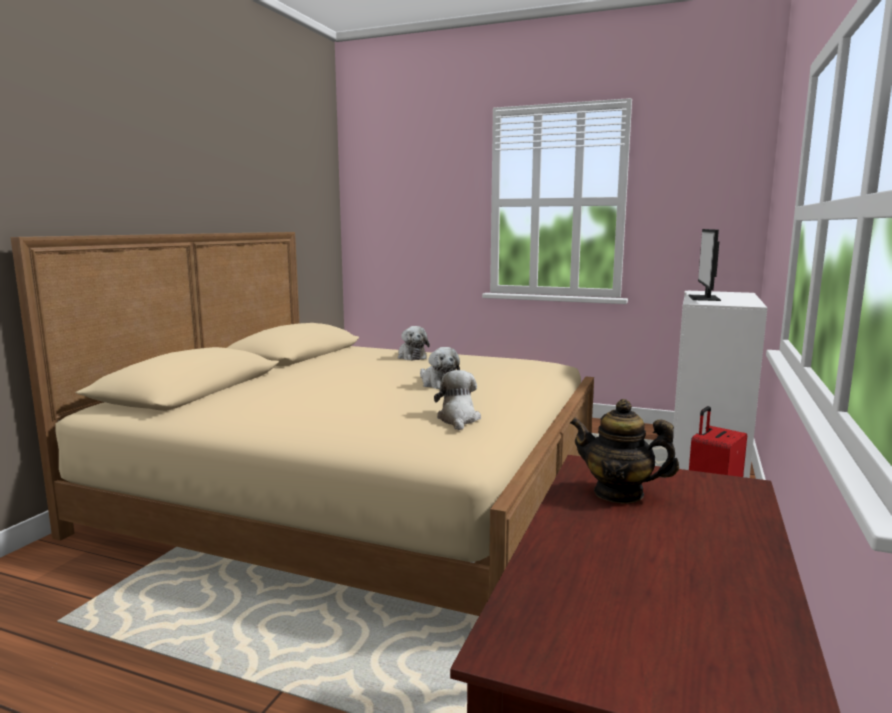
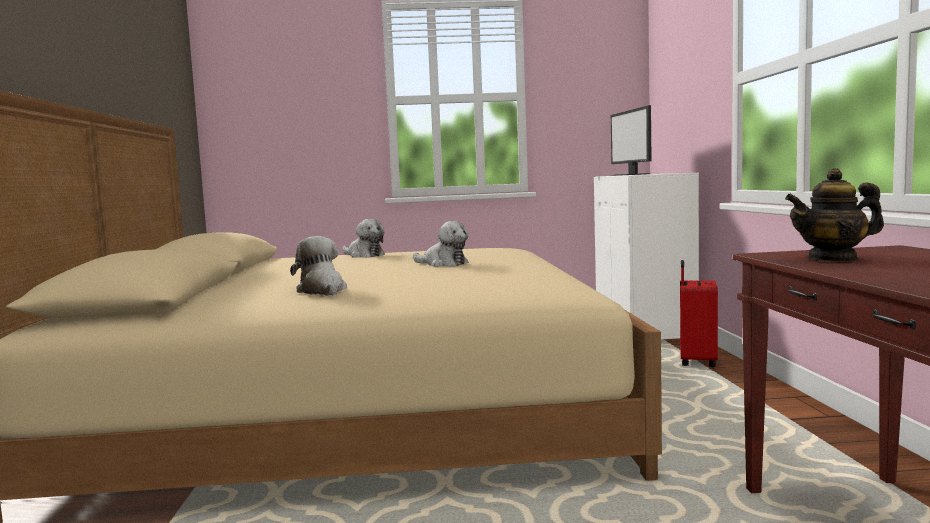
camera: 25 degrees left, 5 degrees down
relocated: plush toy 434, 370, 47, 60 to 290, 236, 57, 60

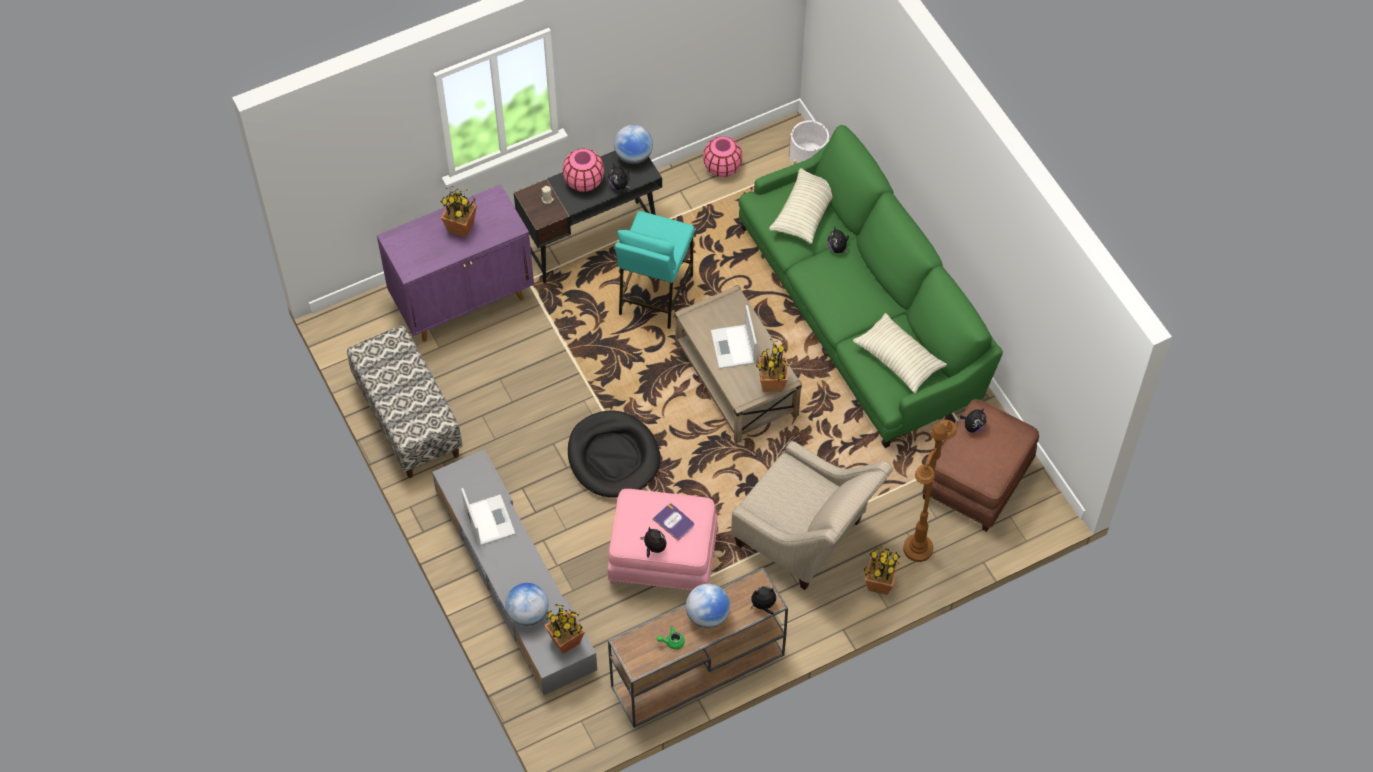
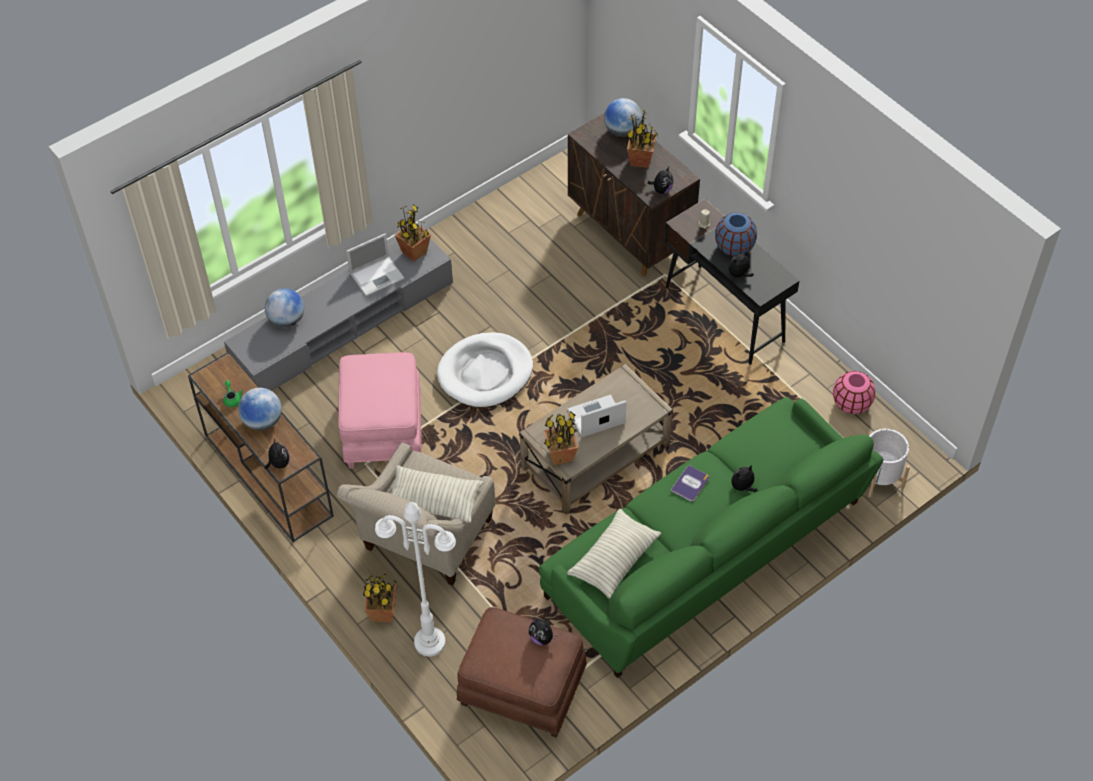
camera: 80 degrees right, 5 degrees down
missing: bench 347, 325, 116, 153; stool (turquoise) 615, 211, 80, 118
relocated: pillow 769, 168, 63, 76 to 391, 465, 92, 58; potted plant 544, 604, 41, 50 to 395, 204, 36, 57; globe 614, 125, 39, 39 to 604, 98, 38, 39; plush toy 640, 526, 27, 32 to 648, 167, 25, 27; book 653, 503, 41, 38 to 671, 465, 38, 37
colour: floor lamp (brown) 903, 420, 54, 142 to floor lamp (white) 375, 502, 81, 155; dog bed (black) 568, 410, 93, 88 to dog bed (white) 437, 332, 96, 76; cabinet (purple) 377, 184, 157, 158 to cabinet (brown) 568, 113, 132, 163; vase (pink) 563, 148, 41, 44 to vase (blue) 715, 213, 42, 43

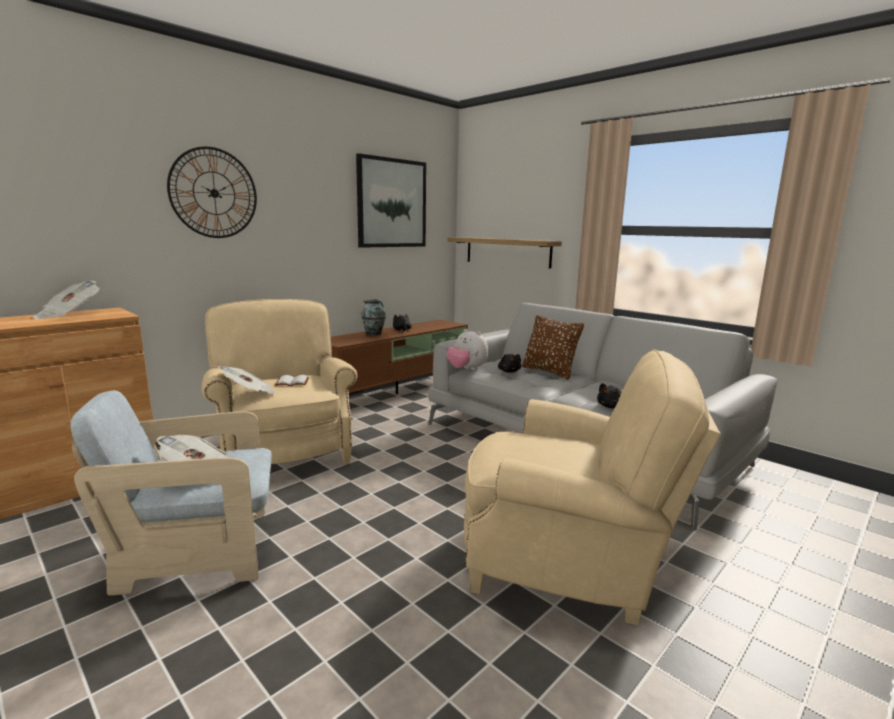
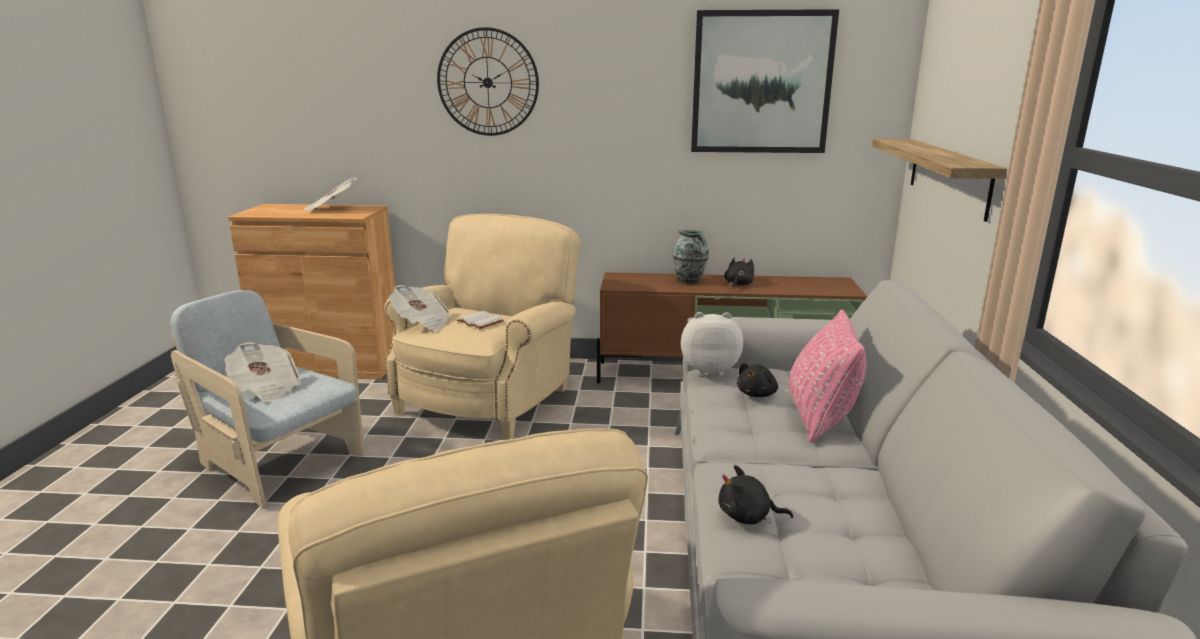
camera: 50 degrees right, 5 degrees up
colour: pillow (brown) 522, 315, 62, 65 to pillow (pink) 789, 310, 77, 133
spun: plush toy 447, 329, 41, 41 = 681, 312, 62, 64 90 degrees clockwise

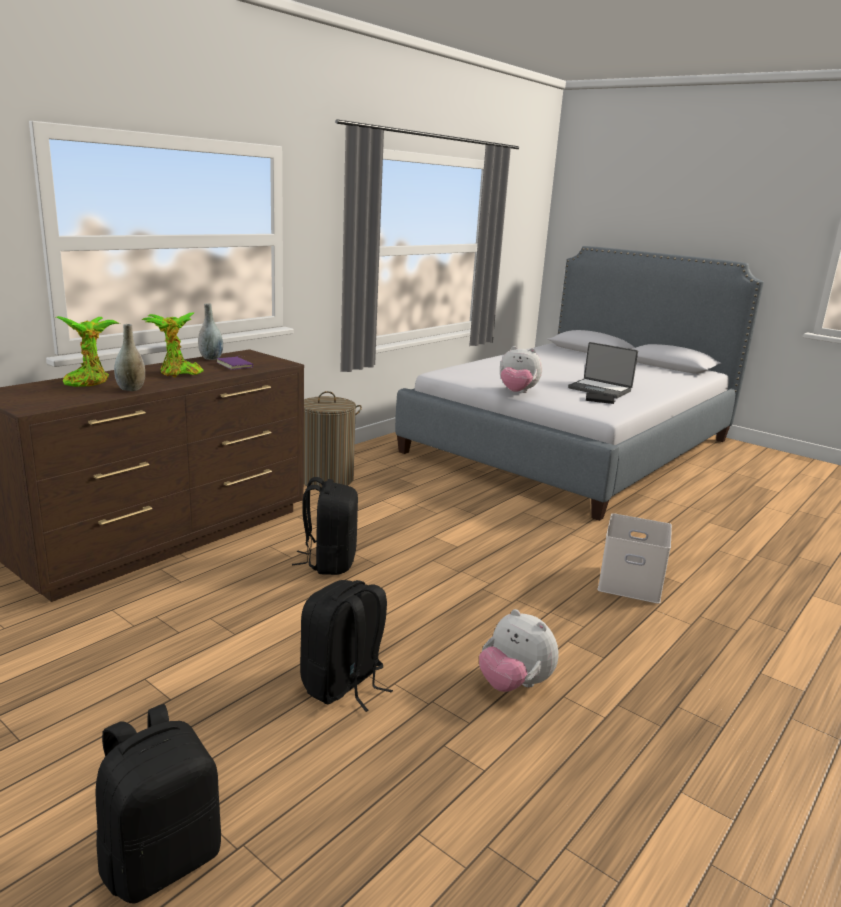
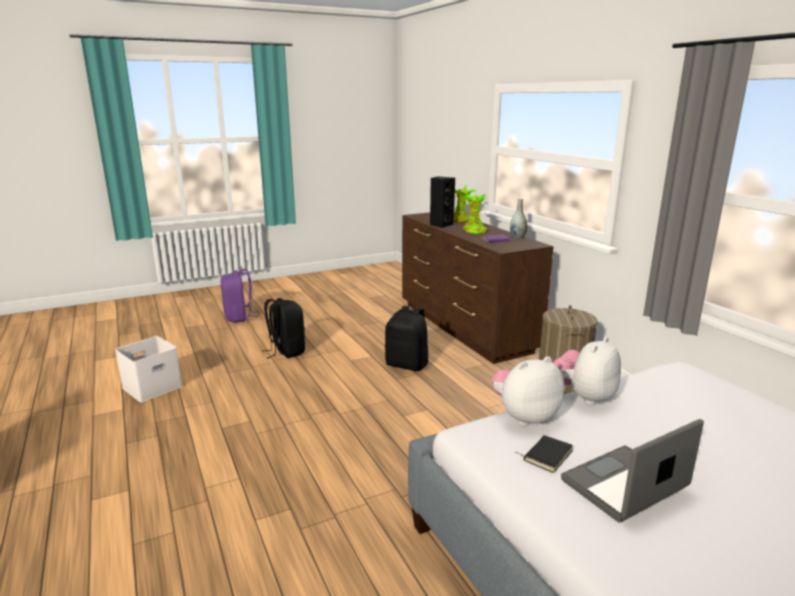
camera: 115 degrees right, 0 degrees up
relocated: storage box (white) 598, 513, 74, 91 to 115, 336, 67, 66; plush toy 479, 609, 80, 83 to 492, 356, 73, 70
exchanged: vase (grey) 114, 324, 31, 67 to speaker (black) 430, 176, 25, 52
colour: backpack (black) 96, 704, 125, 200 to backpack (purple) 221, 269, 39, 54

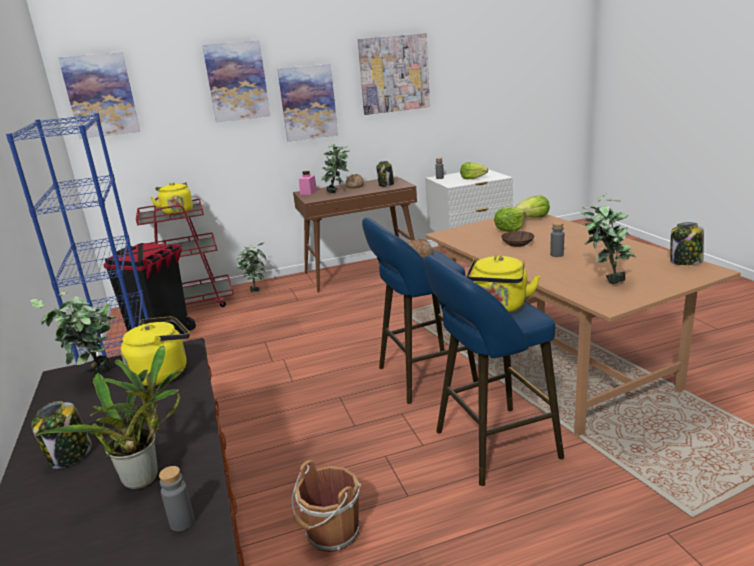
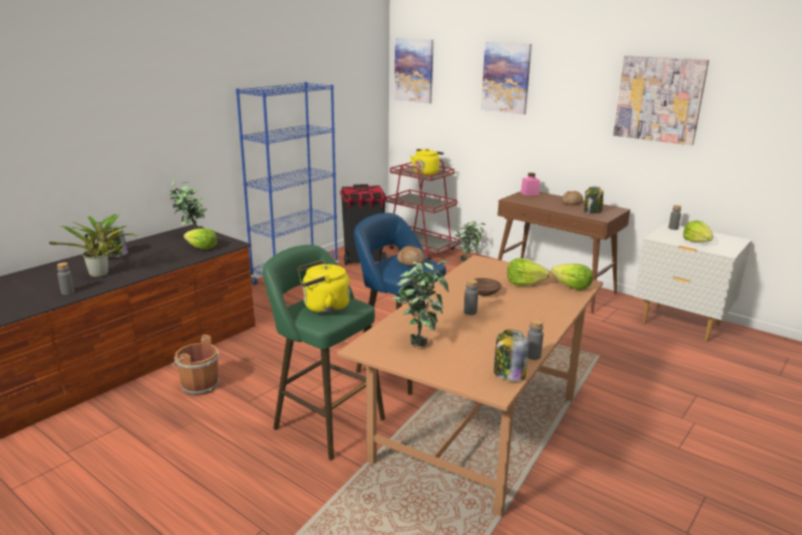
camera: 55 degrees right, 0 degrees up
missing: picture 278, 64, 60, 78; potted plant 321, 144, 29, 49
appeared: bottle (grey) 527, 319, 17, 41
exchanged: kettle (yellow) 121, 316, 69, 70 to lettuce 184, 228, 34, 22
colour: stool (blue) 424, 255, 140, 231 to stool (green) 263, 245, 122, 215

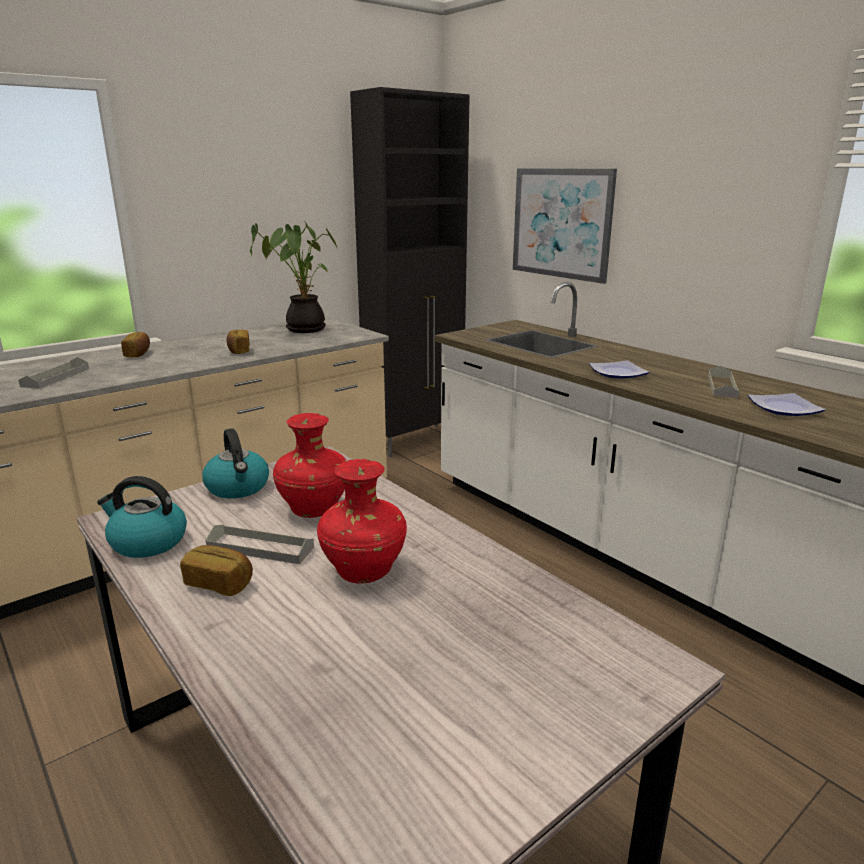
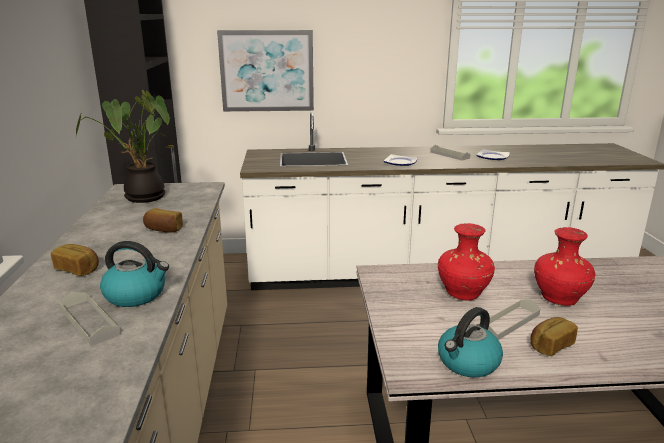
camera: 55 degrees left, 0 degrees up
relocated: kettle 202, 428, 67, 71 to 100, 241, 69, 66

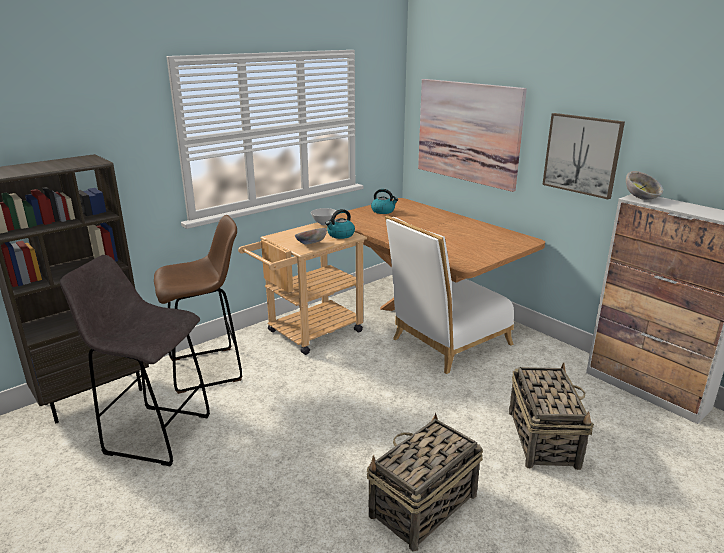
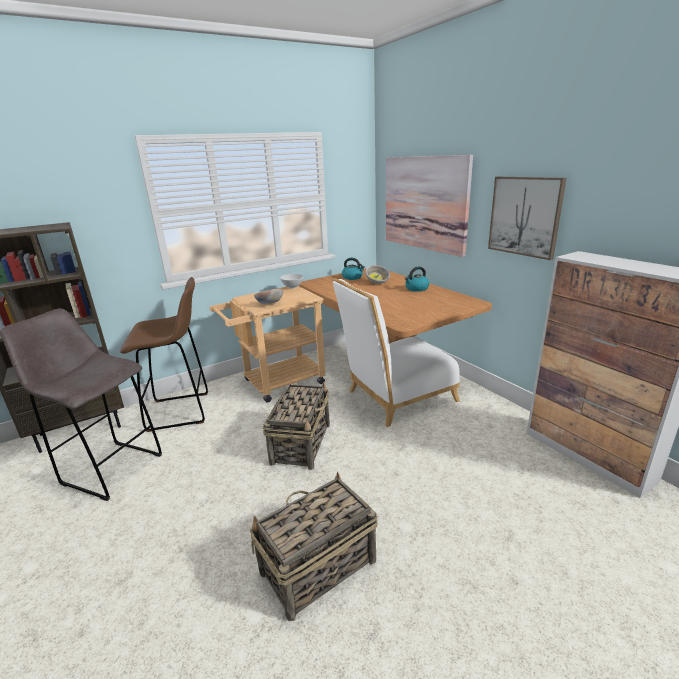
camera: 10 degrees right, 0 degrees up
relocated: basket 509, 363, 85, 107 to 263, 382, 67, 88; bowl 626, 171, 37, 29 to 365, 265, 25, 19; kettle 326, 209, 29, 30 to 405, 266, 24, 26

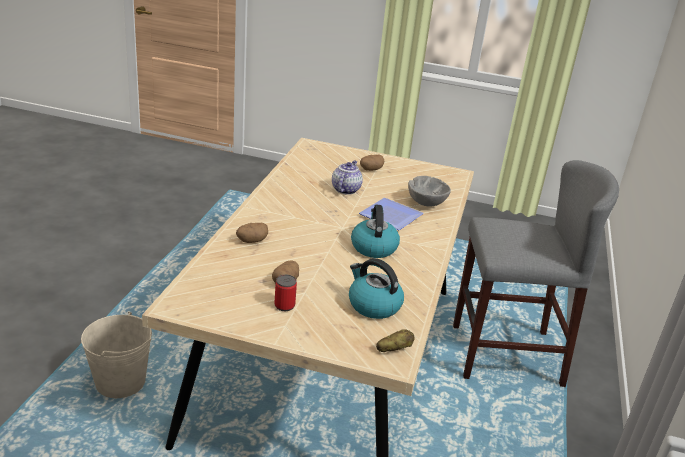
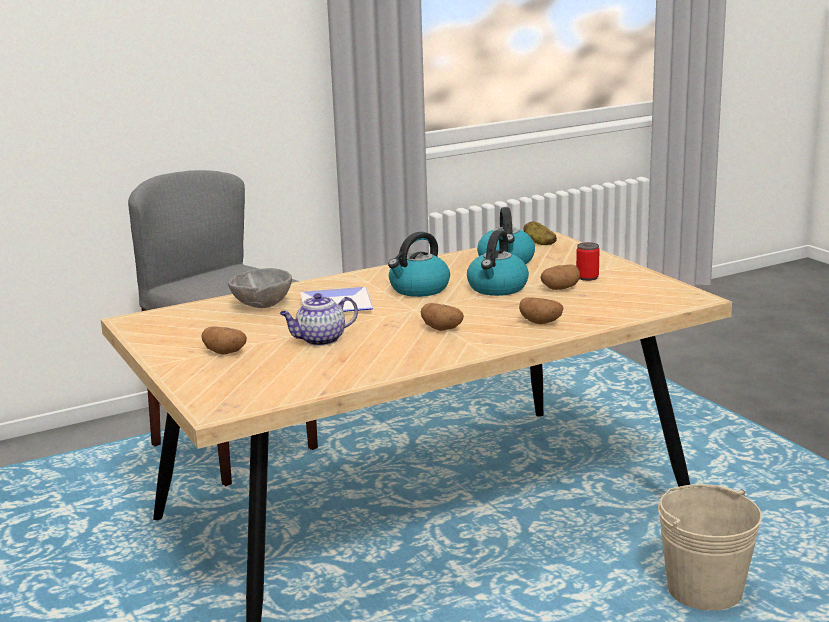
camera: 130 degrees left, 10 degrees down
appeared: potato 421, 303, 43, 28; kettle 467, 230, 62, 66

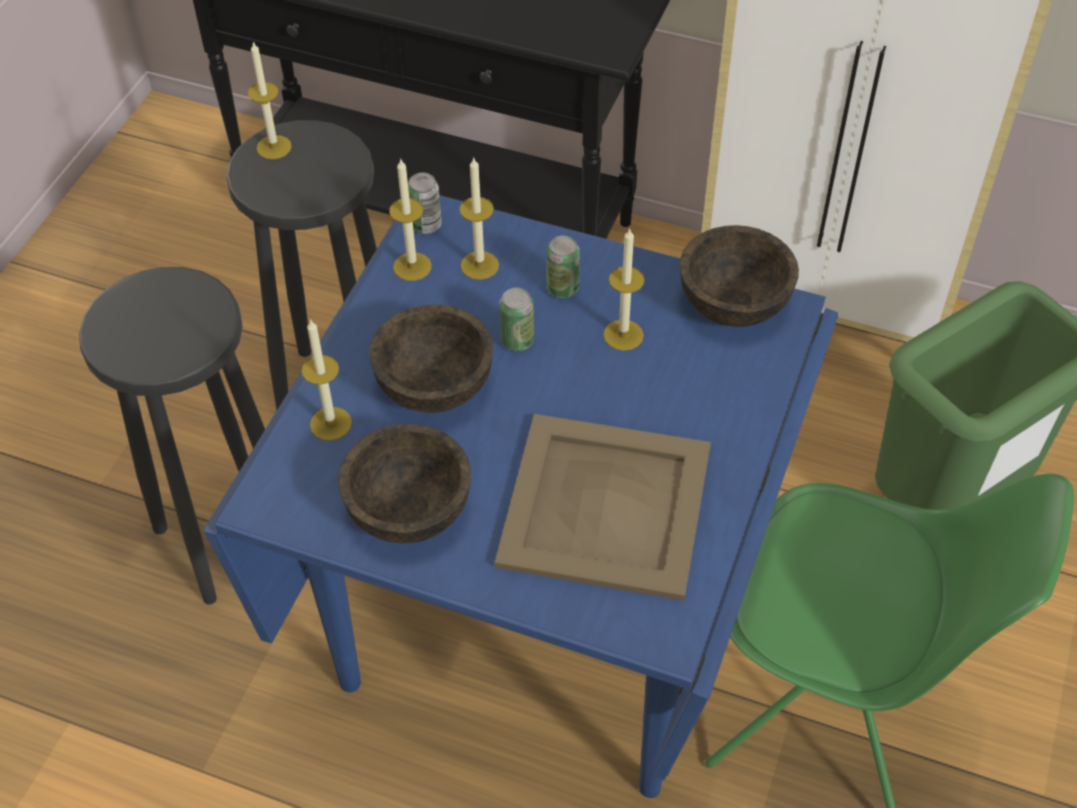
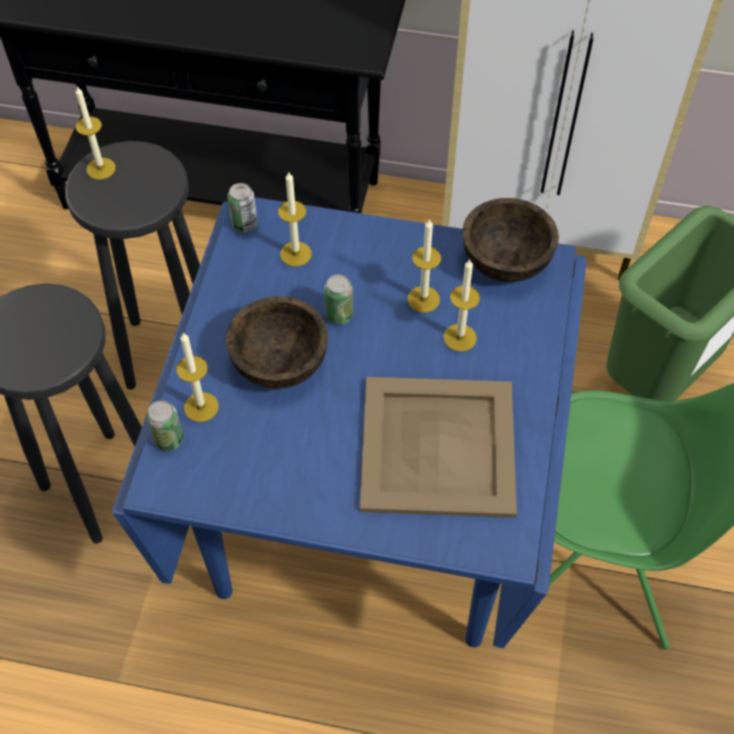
camera: 10 degrees left, 5 degrees up
missing: bowl (brown) 338, 424, 133, 119
relocated: can 546, 236, 34, 62 to 146, 400, 38, 51; candle 389, 158, 43, 123 to 443, 259, 37, 93

